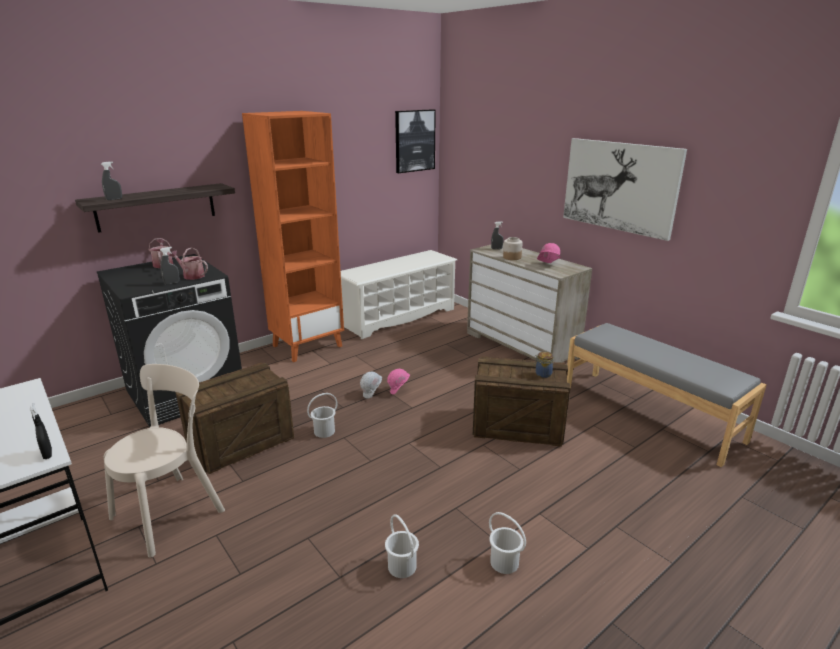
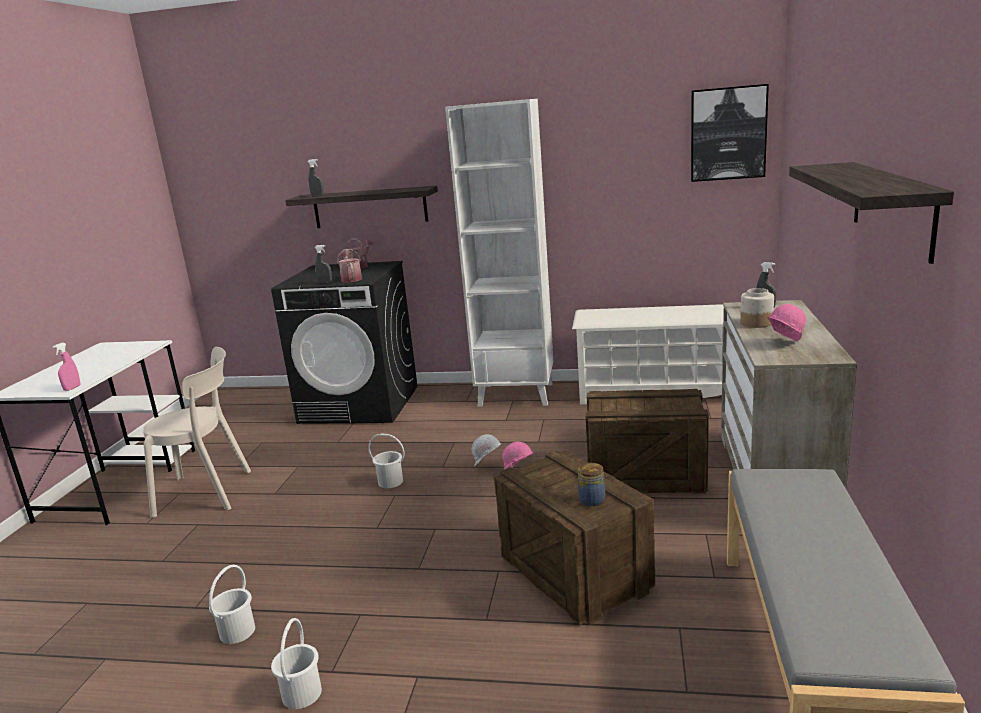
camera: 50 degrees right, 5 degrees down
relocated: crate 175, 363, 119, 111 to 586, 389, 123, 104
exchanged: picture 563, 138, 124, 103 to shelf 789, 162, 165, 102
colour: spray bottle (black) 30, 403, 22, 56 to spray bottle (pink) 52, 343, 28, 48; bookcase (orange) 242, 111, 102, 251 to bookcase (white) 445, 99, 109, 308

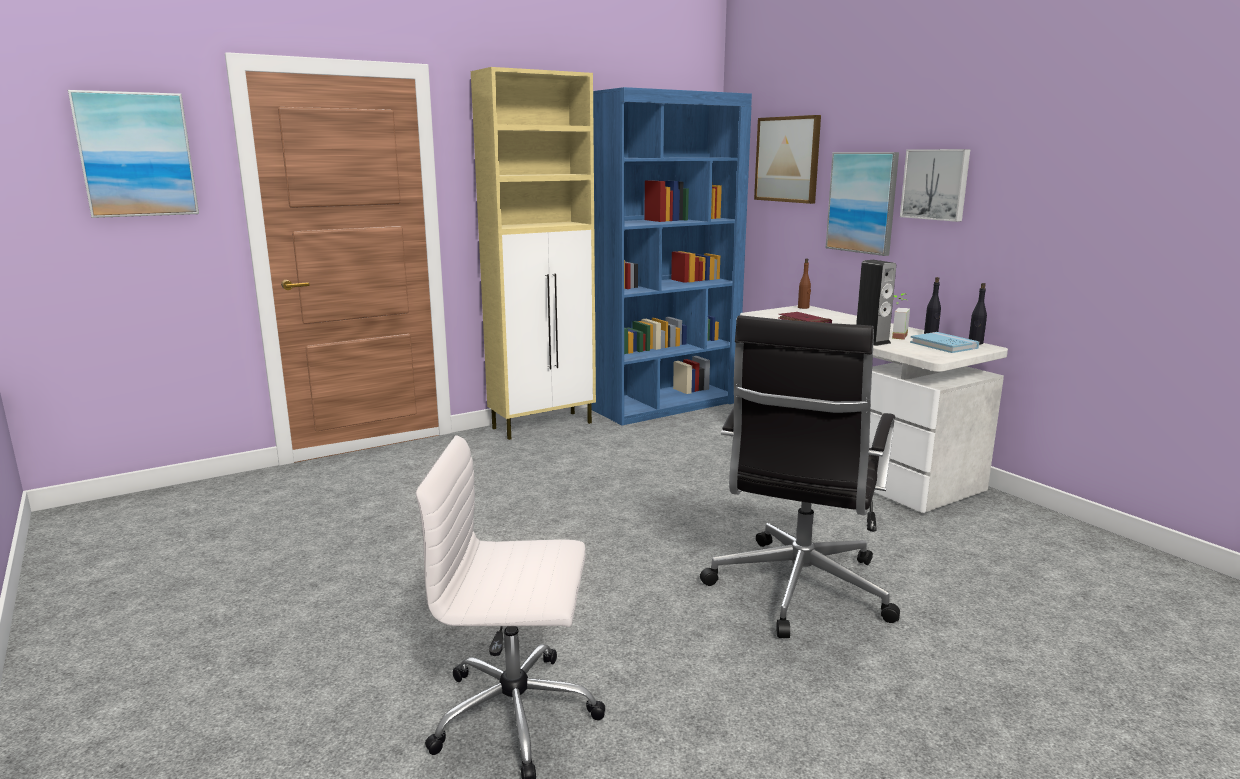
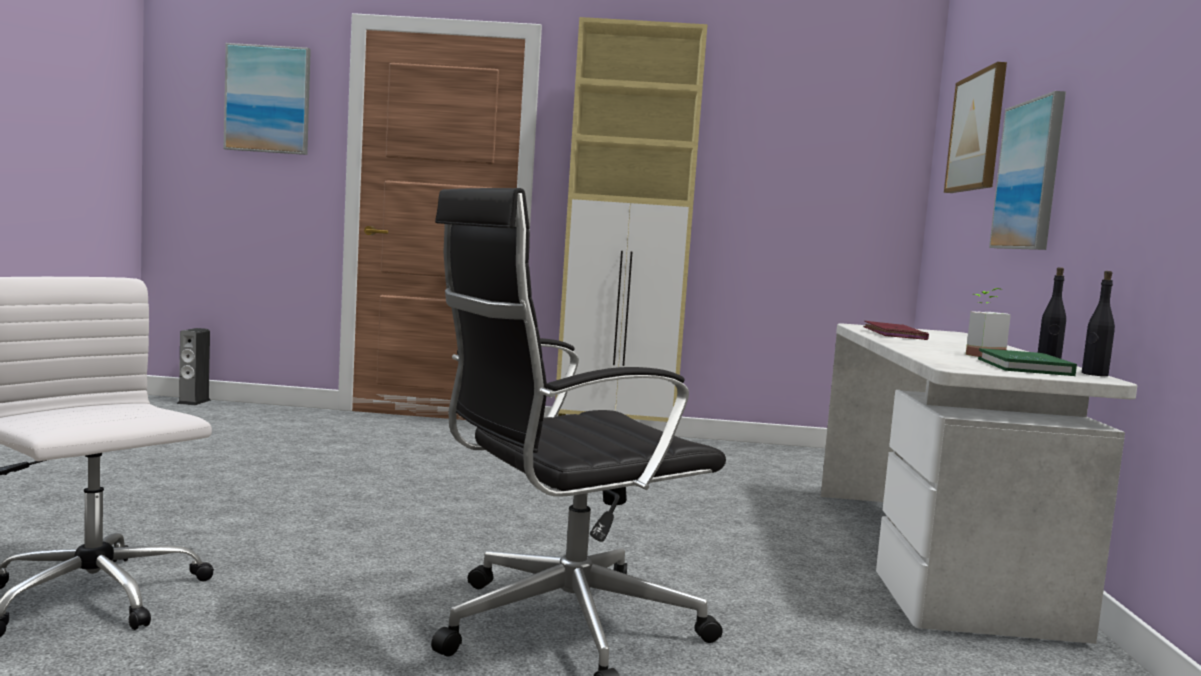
camera: 35 degrees right, 10 degrees down
missing: bookcase (blue) 591, 87, 161, 338; bottle (brown) 798, 258, 13, 51; picture 900, 149, 70, 73
relocated: speaker 856, 260, 40, 86 to 177, 328, 34, 77
colour: book (blue) 910, 332, 69, 21 to book (green) 978, 348, 99, 28

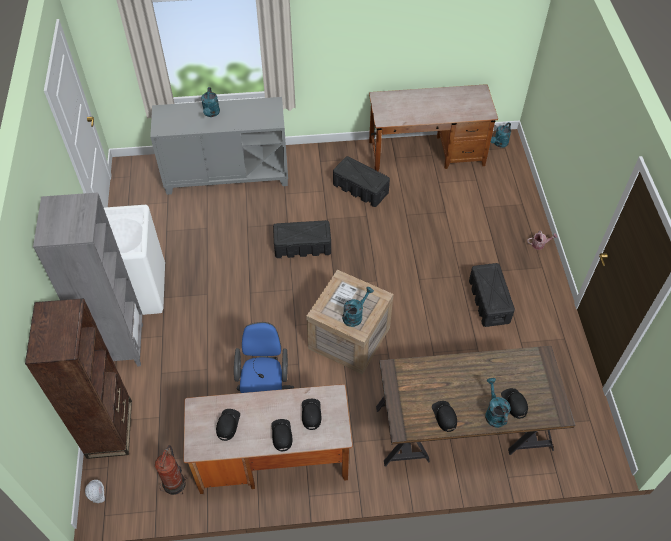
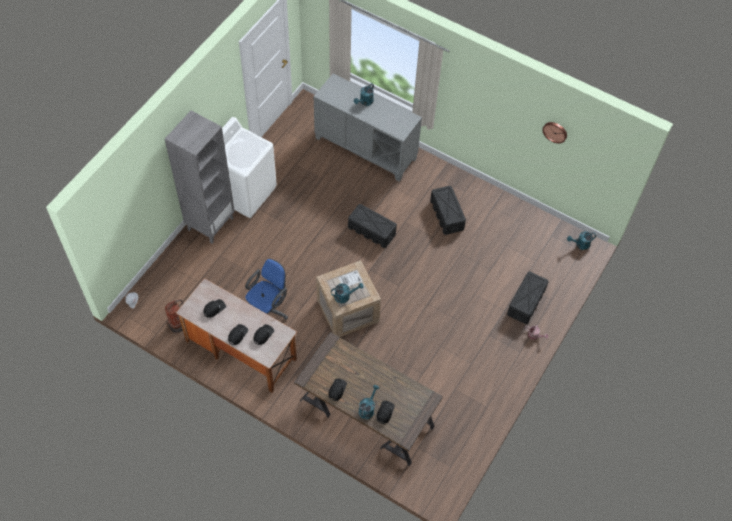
camera: 35 degrees right, 5 degrees up
missing: bookcase (brown) 25, 298, 107, 161; desk 369, 84, 129, 88
appeared: wall clock 542, 122, 25, 22
relocated: storage box (black) 469, 263, 46, 64 to 507, 271, 41, 53

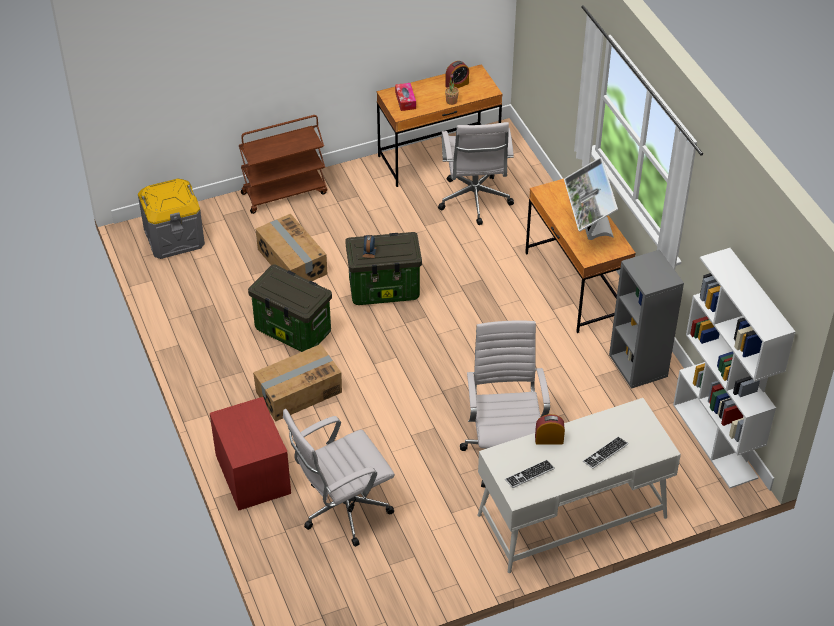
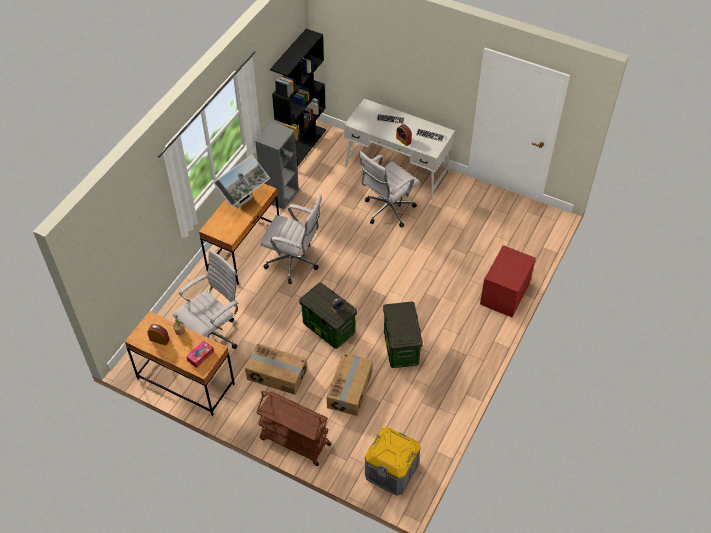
camera: 130 degrees left, 5 degrees up
relocated: cardboard box 253, 344, 89, 78 to 245, 344, 62, 51; office chair (white) 283, 409, 112, 138 to 260, 194, 62, 90
colour: bookcase (white) 673, 248, 122, 240 to bookcase (black) 270, 29, 56, 138

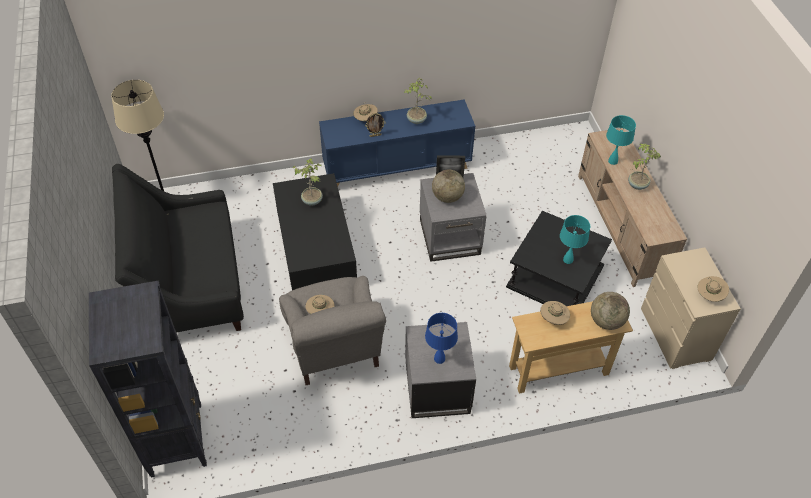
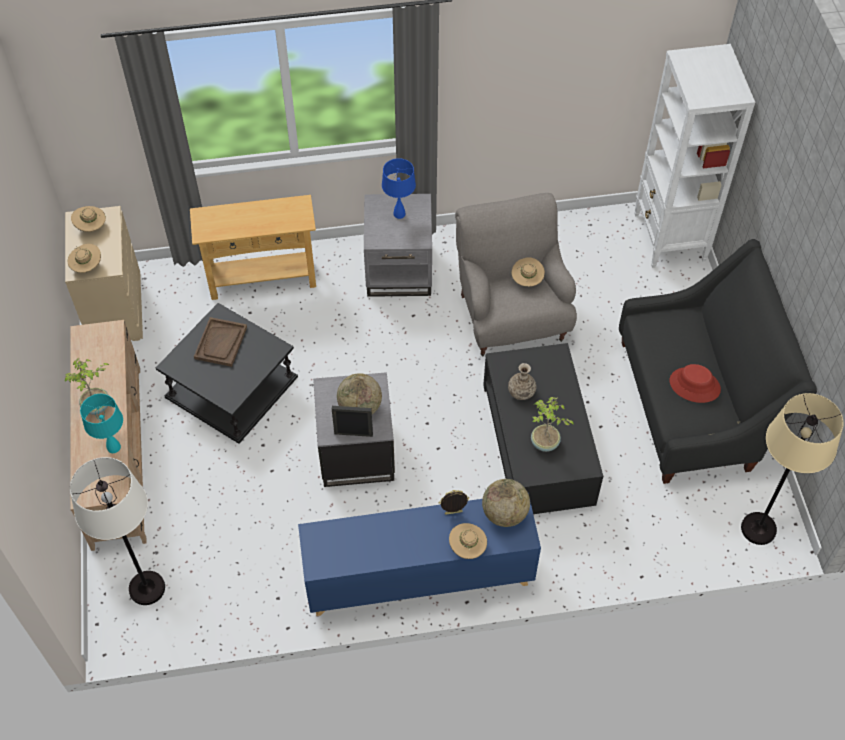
camera: 175 degrees left, 5 degrees up
missing: potted plant 404, 78, 28, 46
appeared: floor lamp (white) 70, 457, 95, 148; vase 508, 363, 28, 37; hat (red) 670, 364, 51, 39
relocated: hat (beige) 540, 301, 30, 24 to 68, 244, 33, 29; globe 591, 292, 39, 38 to 482, 479, 48, 48
exchanged: table lamp (turquoise) 560, 215, 30, 49 to tray (brown) 194, 317, 53, 50
colour: bookcase (black) 89, 281, 118, 197 to bookcase (white) 634, 44, 121, 224

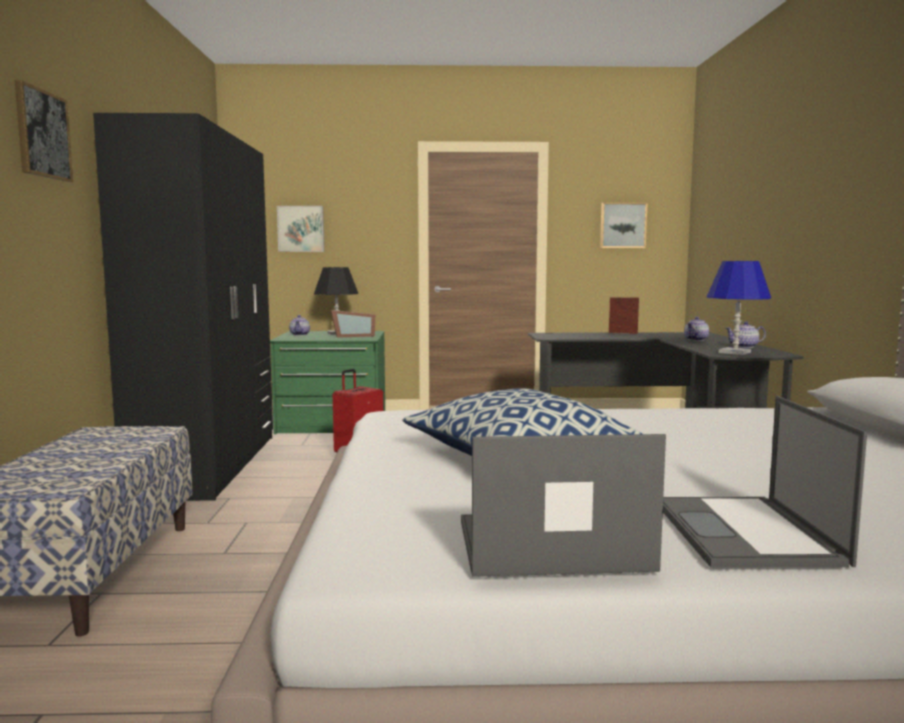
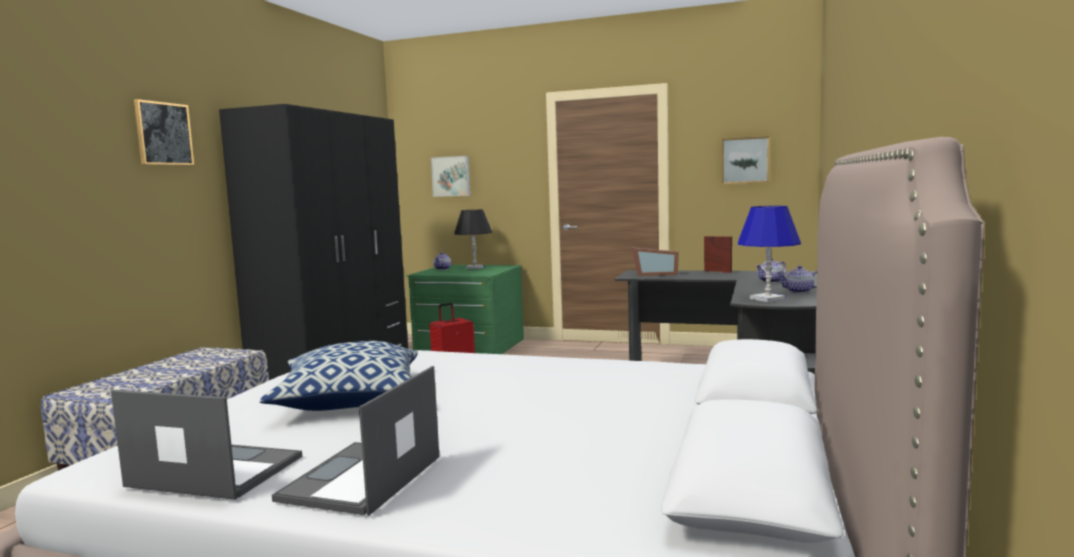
camera: 20 degrees right, 0 degrees up
relocated: picture frame 331, 310, 44, 28 to 632, 247, 47, 29

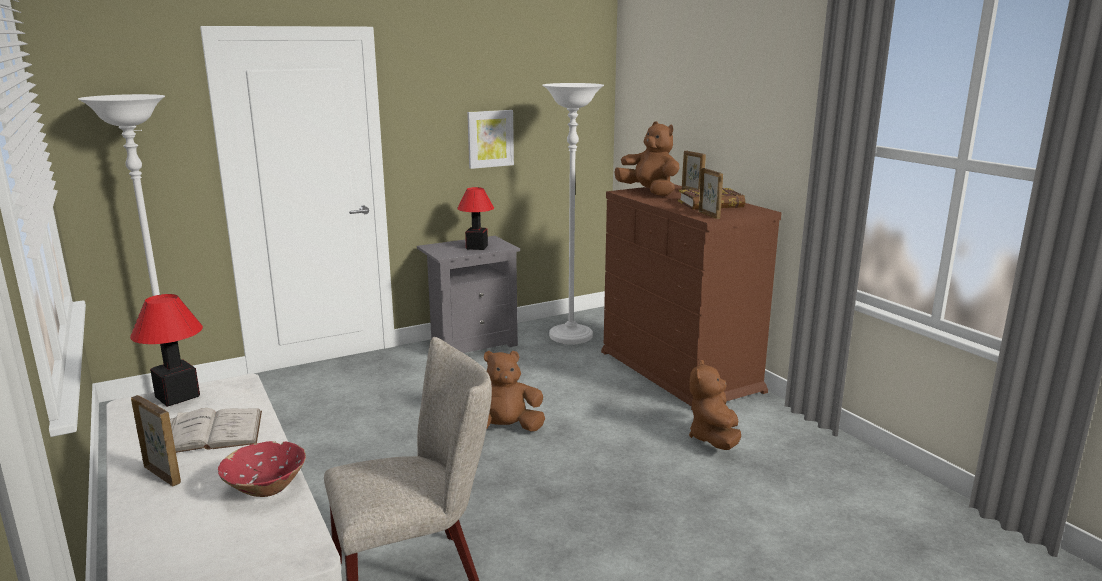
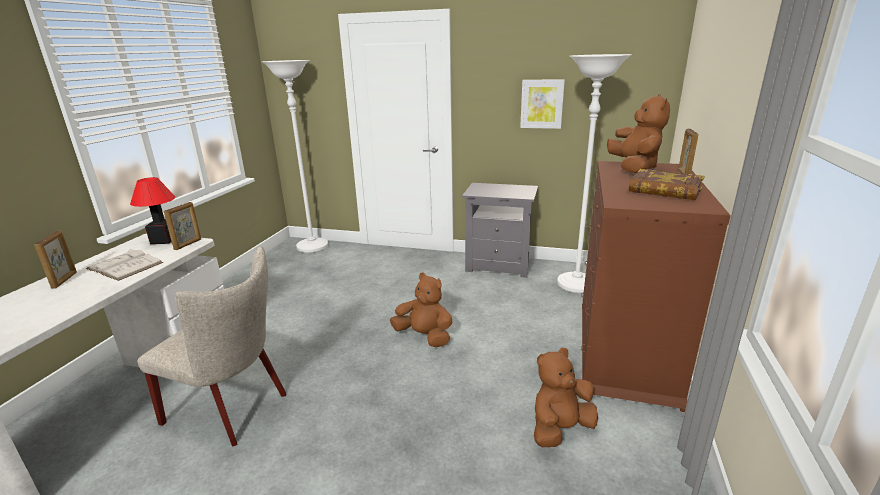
camera: 45 degrees right, 5 degrees up
missing: bowl (red) 218, 441, 88, 56; table lamp 457, 187, 37, 63
relocated: picture frame 699, 168, 24, 51 to 164, 202, 37, 48

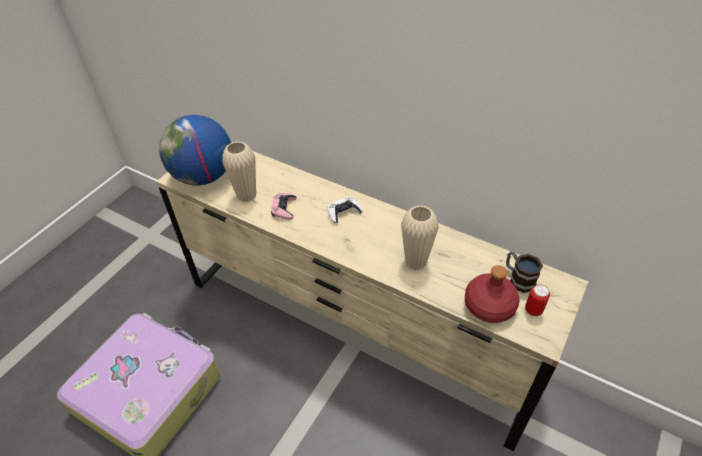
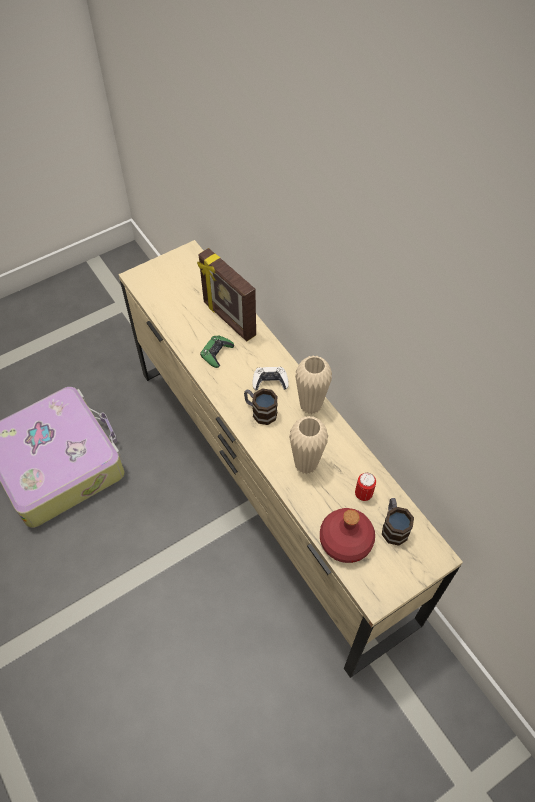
camera: 25 degrees right, 10 degrees up
missing: globe 159, 115, 72, 70
appeared: picture frame 197, 248, 59, 93; mug 244, 388, 34, 37
relocated: vase (beige) 222, 141, 34, 61 to 295, 355, 37, 59; can 525, 284, 25, 33 to 355, 473, 21, 28
colour: game controller (pink) 271, 193, 26, 27 to game controller (green) 200, 335, 34, 33

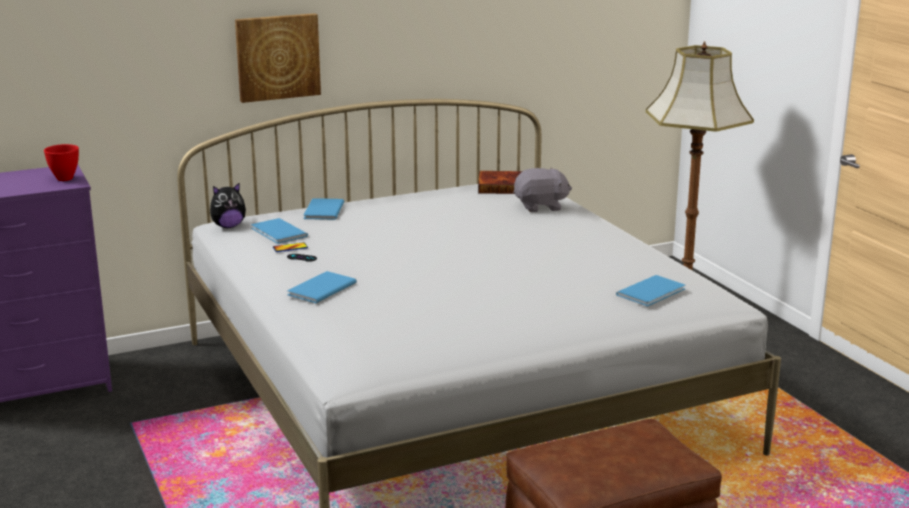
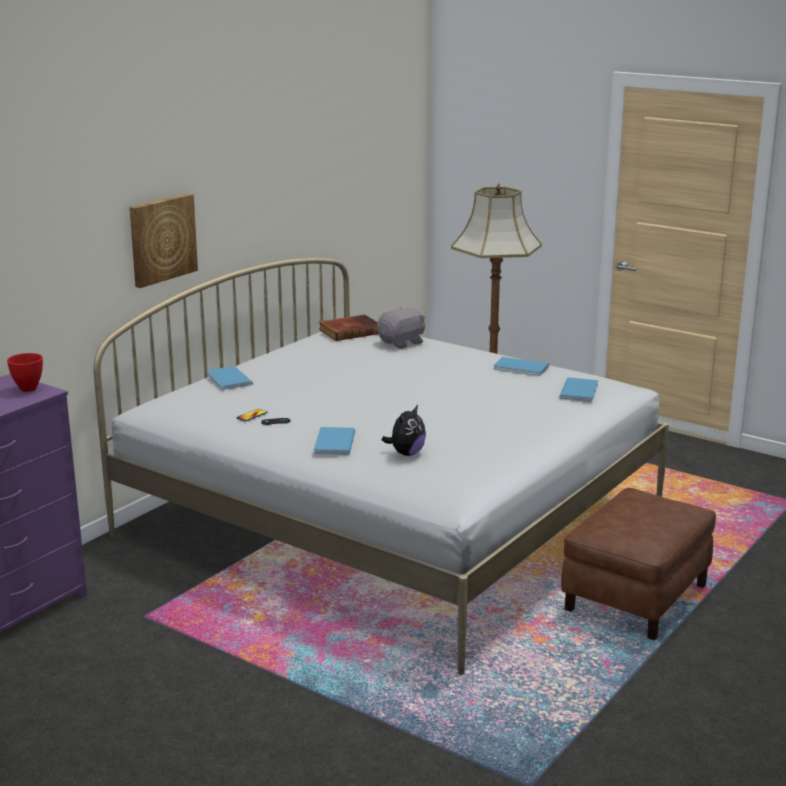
camera: 30 degrees left, 0 degrees up
relocated: plush toy 210, 182, 36, 46 to 382, 405, 44, 51; book (blue) 251, 218, 57, 26 to 493, 357, 56, 19

